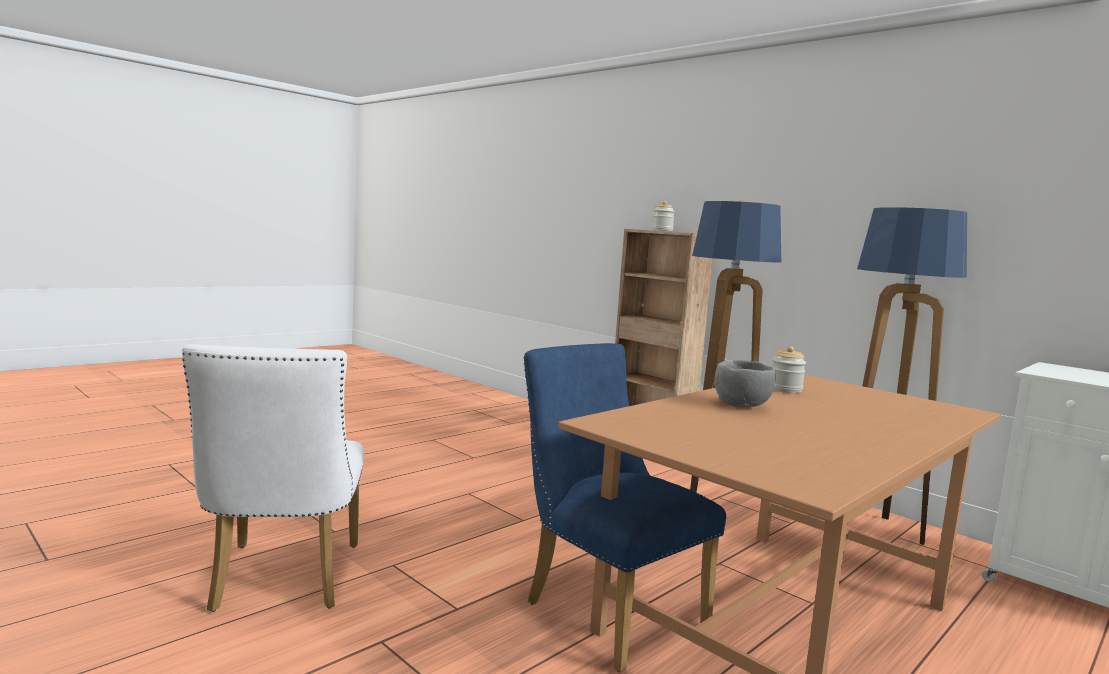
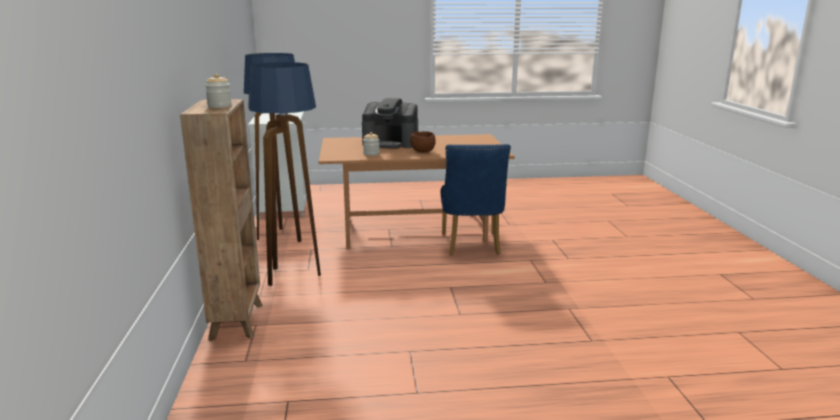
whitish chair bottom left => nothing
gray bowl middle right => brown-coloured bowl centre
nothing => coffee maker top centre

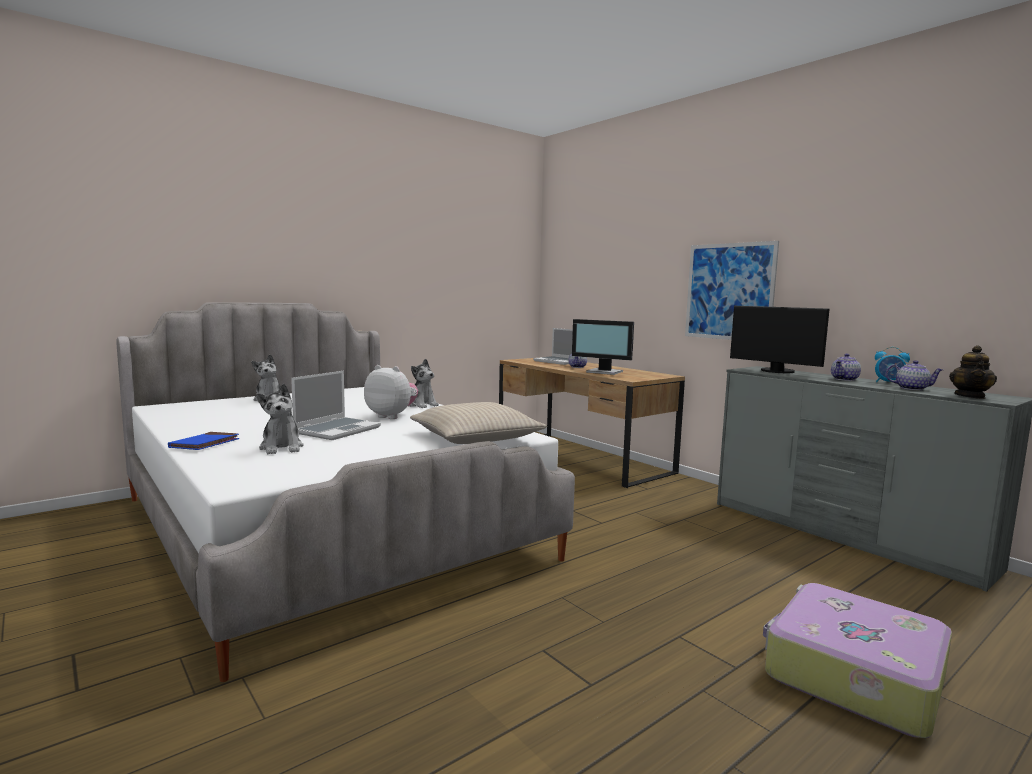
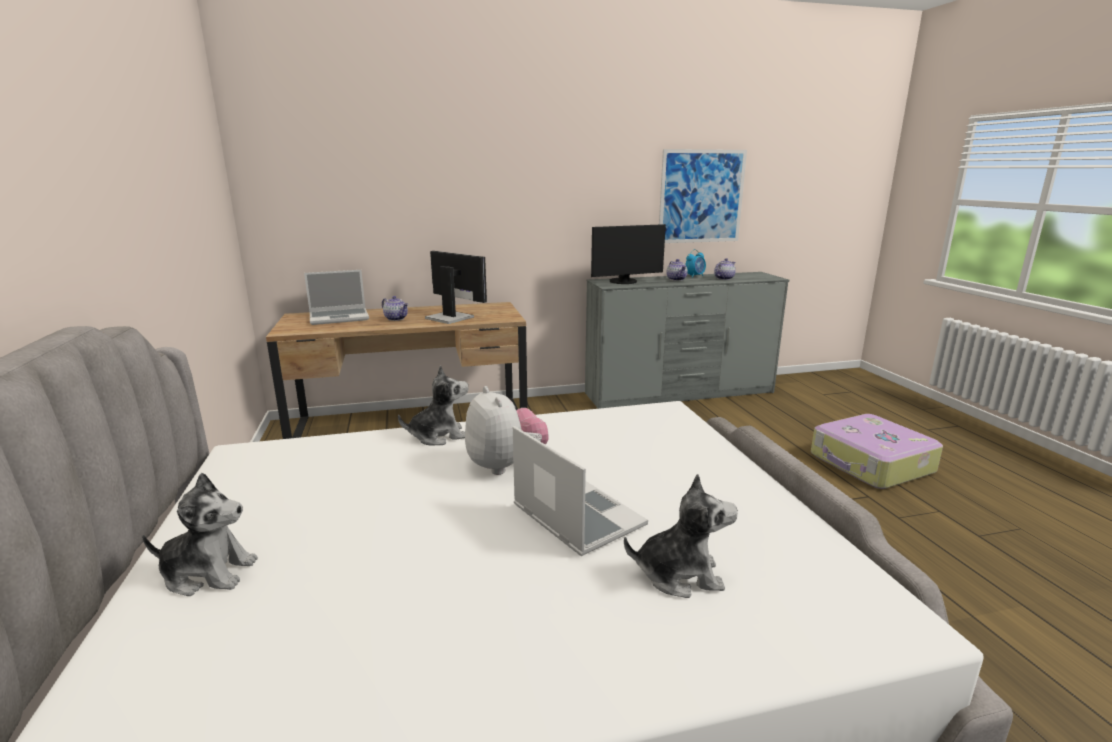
picture middle right => picture top centre, moved
monitor (1st from left) centre, 105 degrees counterclockwise
tea pot (4th from left) middle right => nothing
soft toy (3rd from left) centre, 105 degrees clockwise
sand-coloured throw pillow centre => nothing
blue bound book middle left => nothing

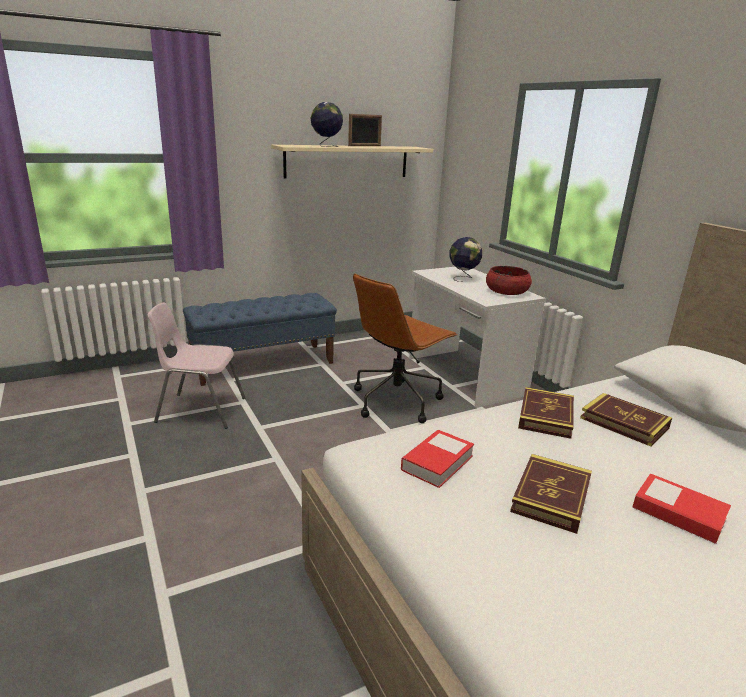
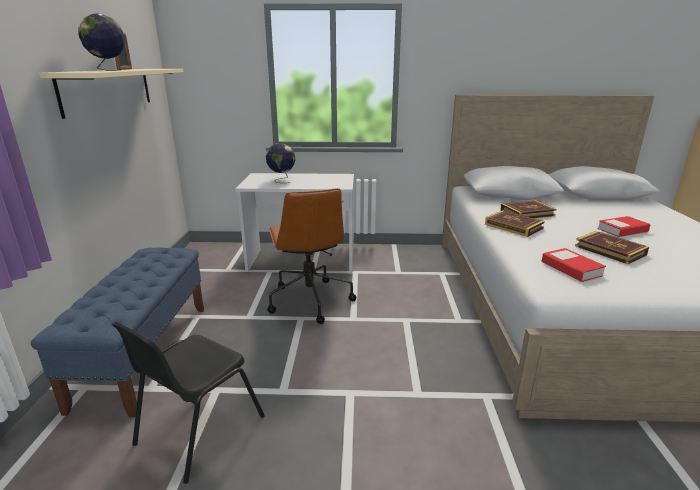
reddish bowl middle right => nothing
pink-coloured chair middle left => black chair bottom left

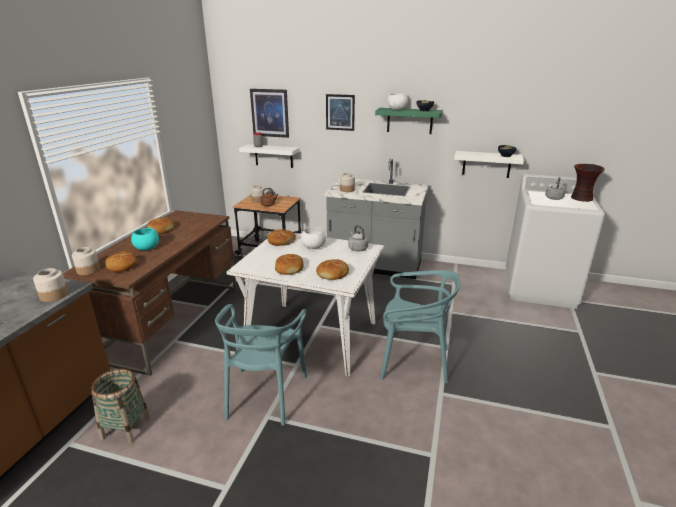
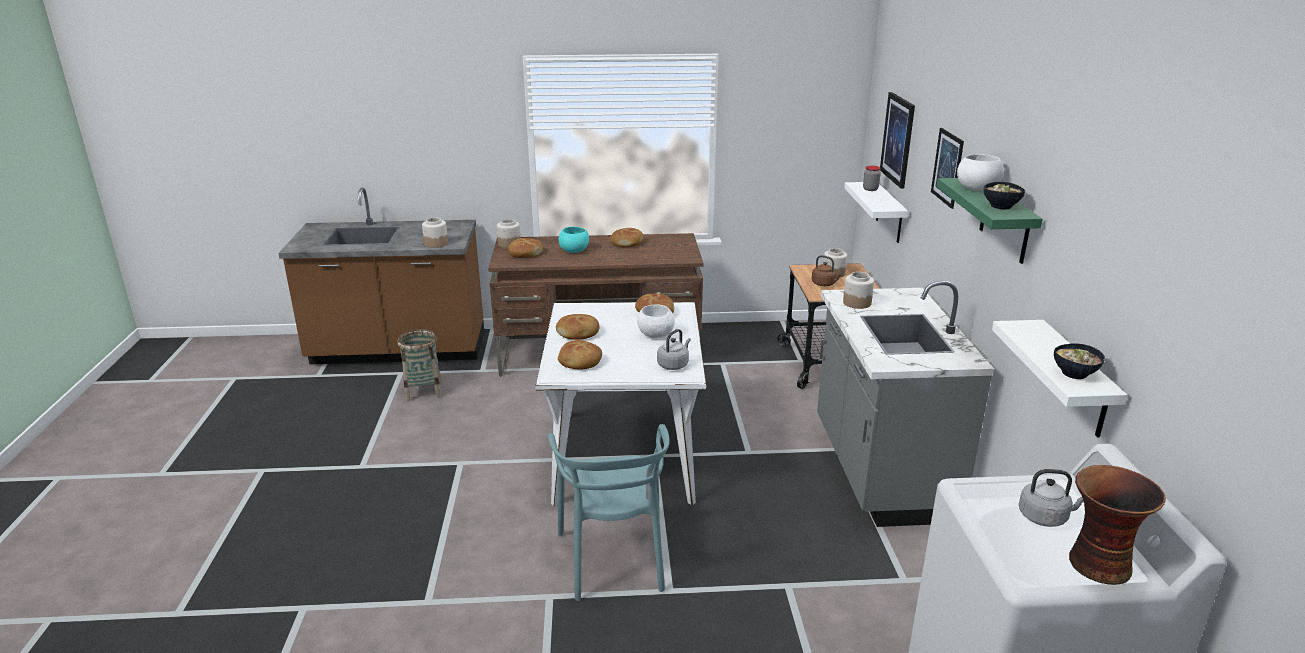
turquoise-coloured chair (1st from left) bottom centre => nothing

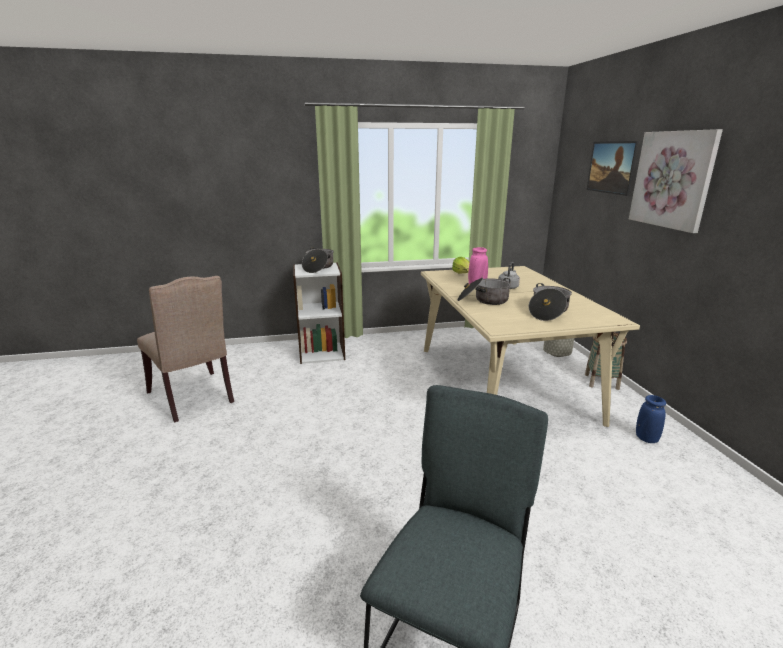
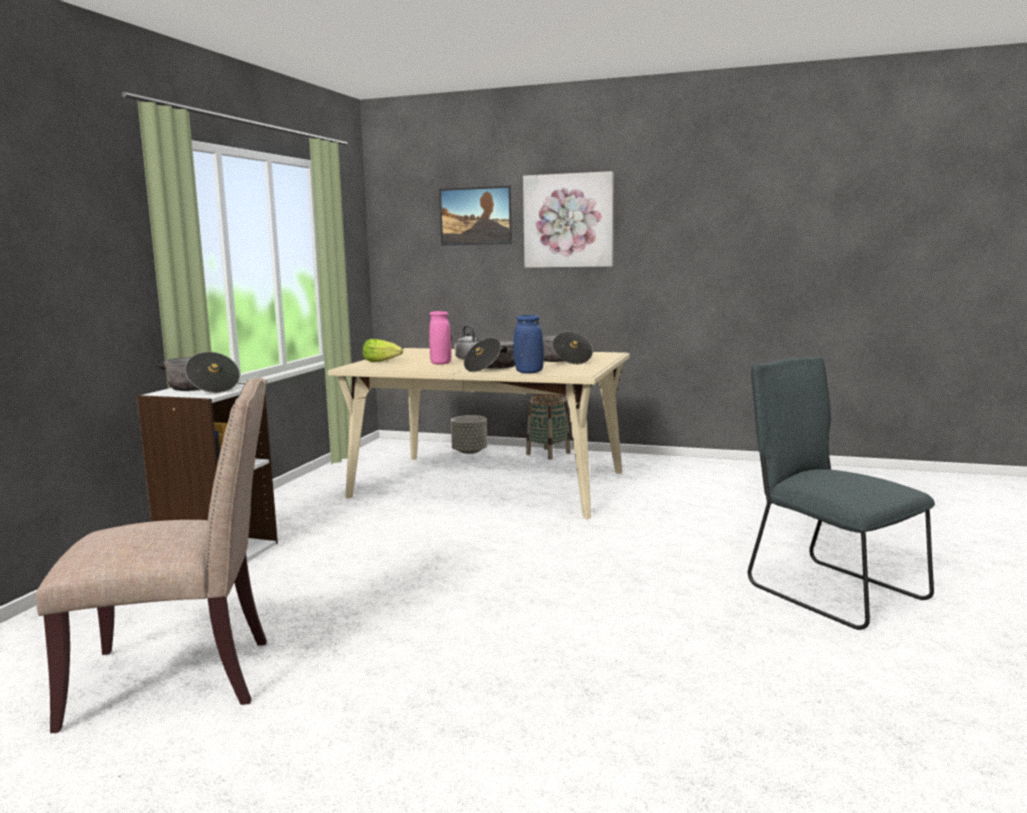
blue decorative vase middle right => blue decorative vase centre, moved

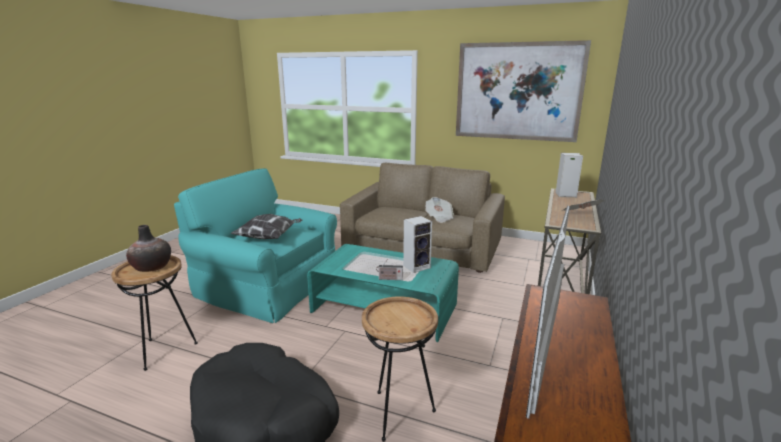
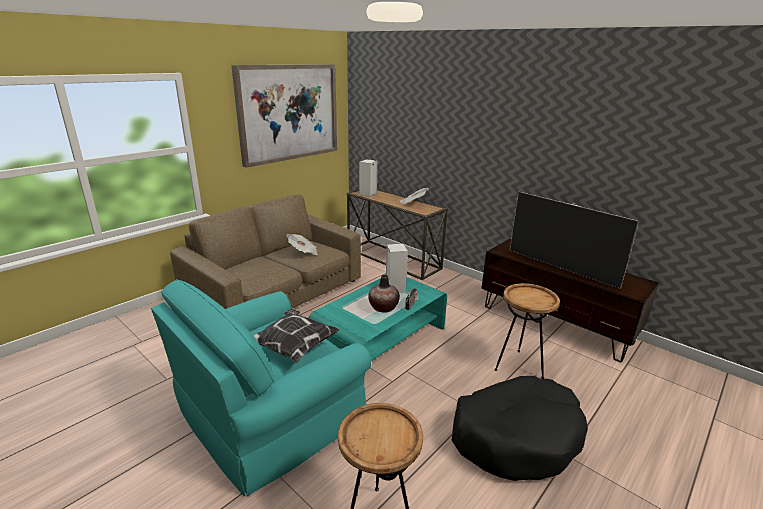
decorative vase middle left => decorative vase centre, moved

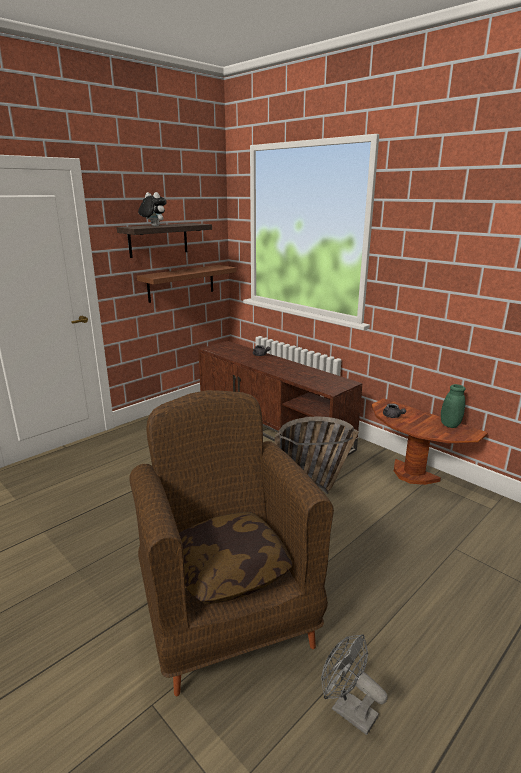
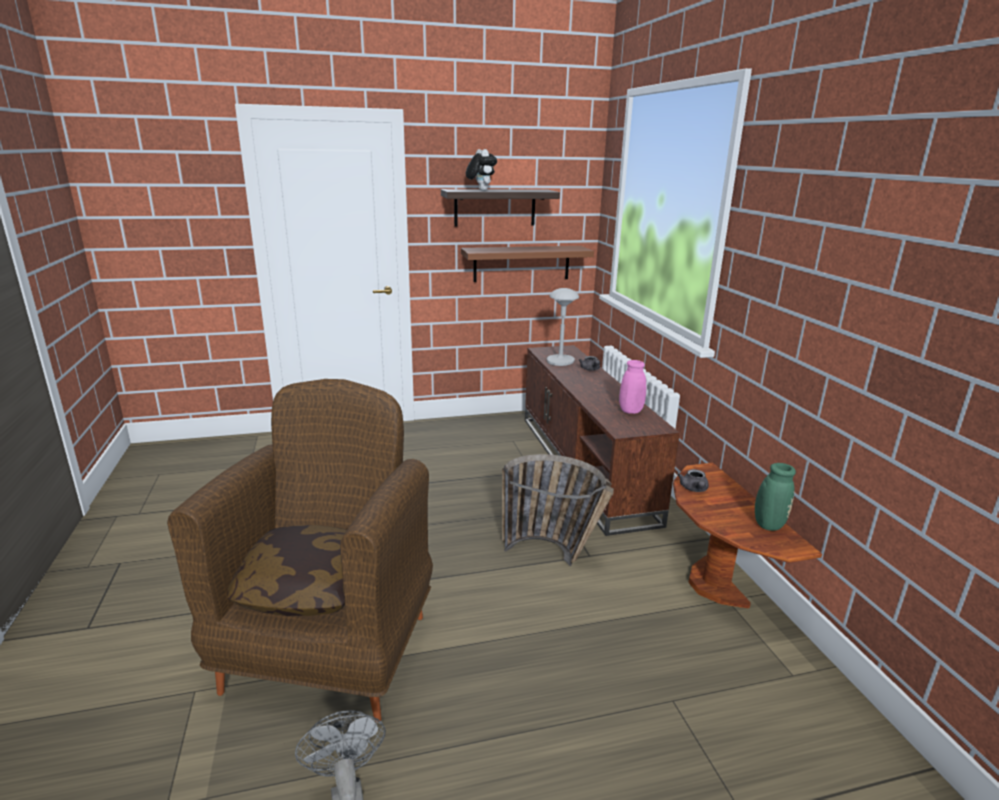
nothing => gray lamp for a table centre
nothing => pink-coloured decorative vase centre

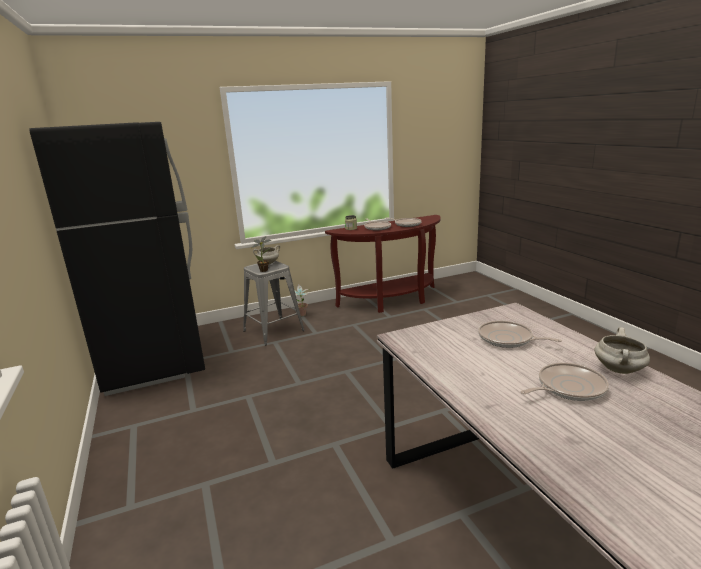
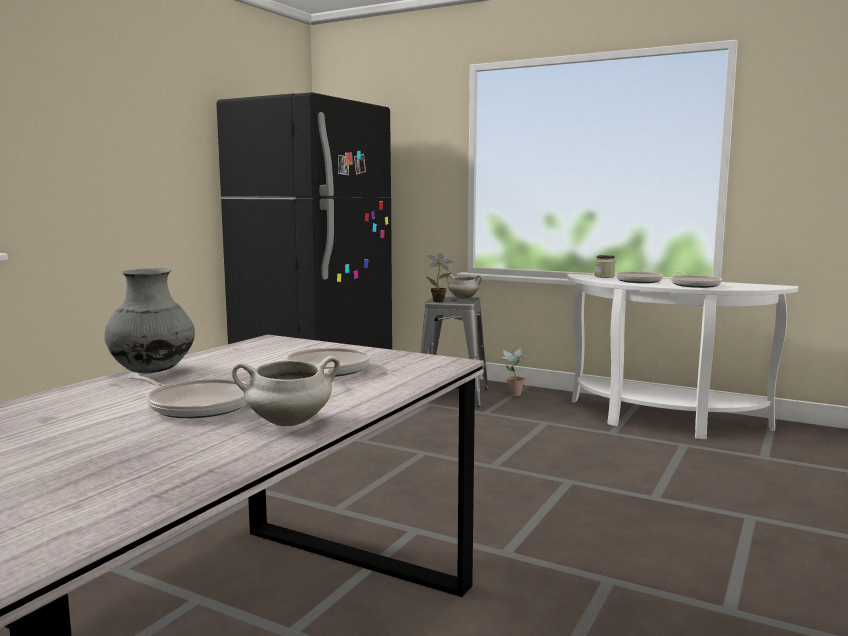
brown-coloured hall table centre => whitish hall table middle right
nothing => gray decorative vase middle left

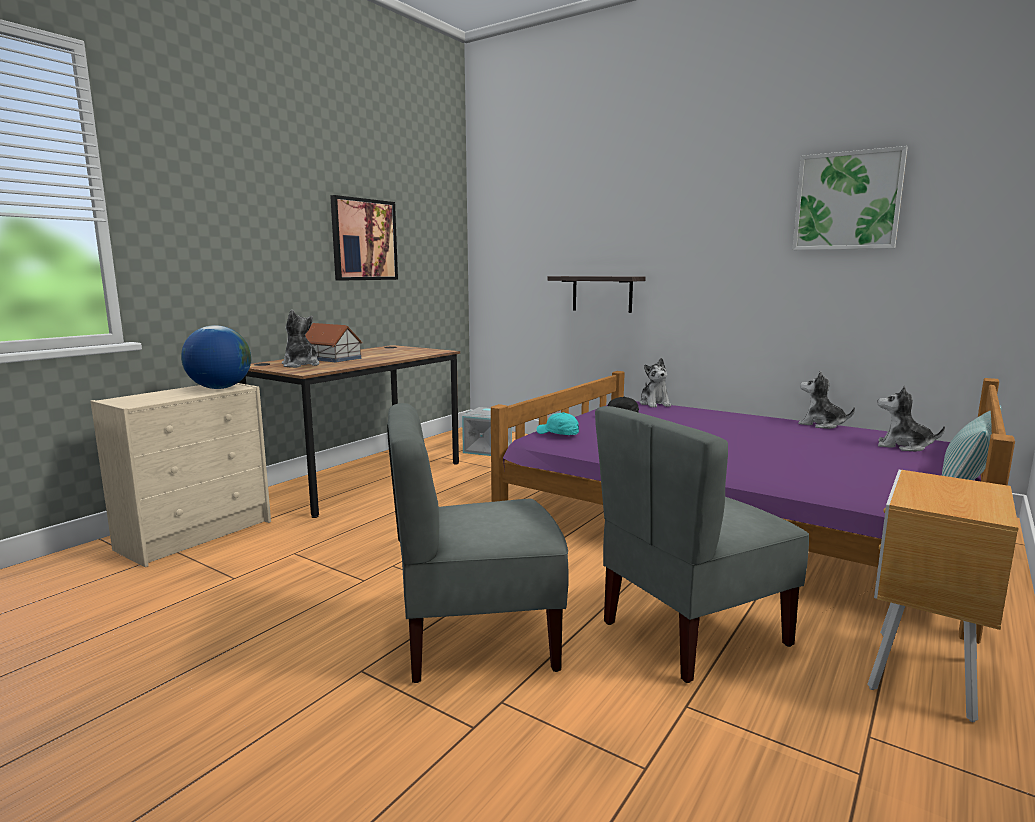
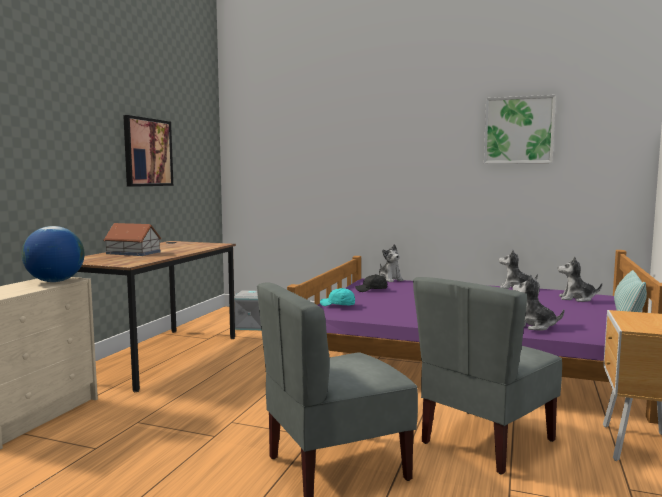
shelf centre => nothing
soft toy (1st from left in the first image) middle left => soft toy (3rd from left) middle right, moved

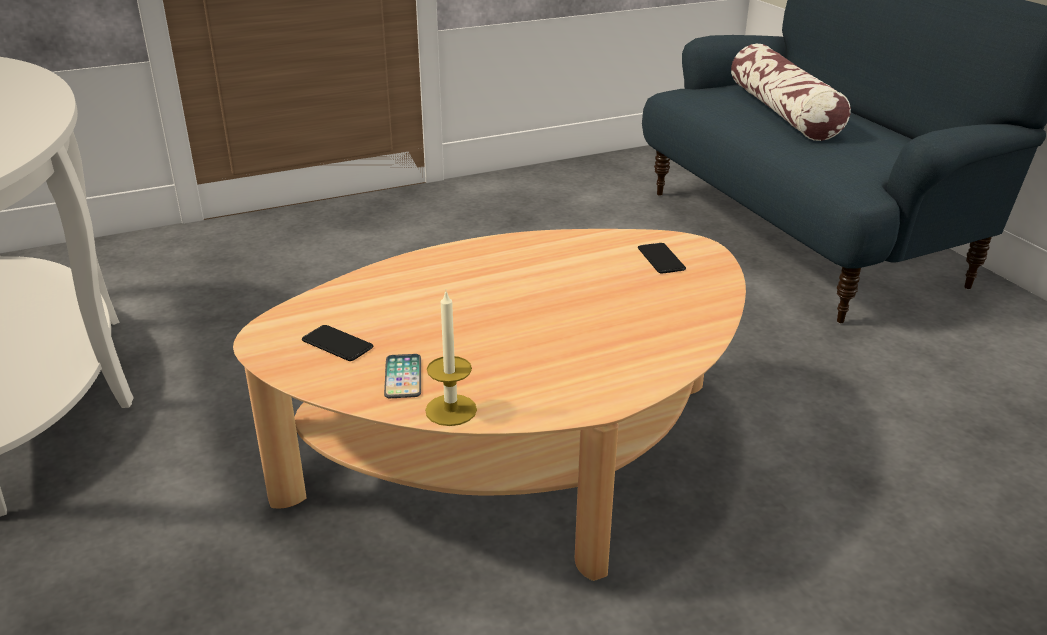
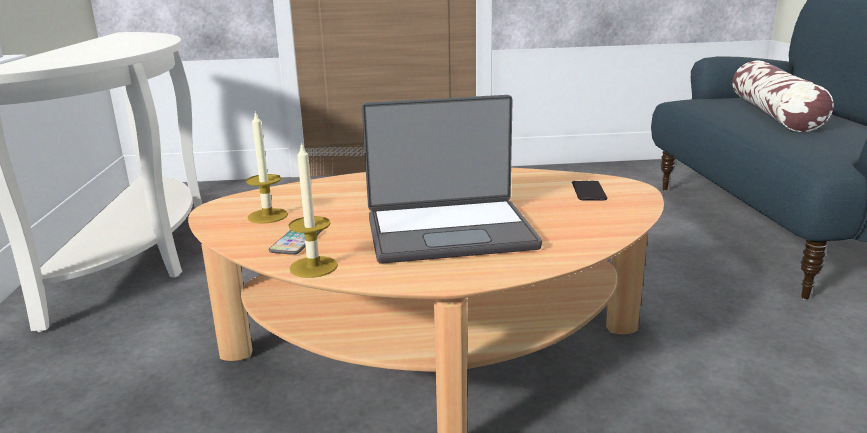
handset (1st from left) middle left => wax light (1st from left) middle left
nothing => laptop centre

